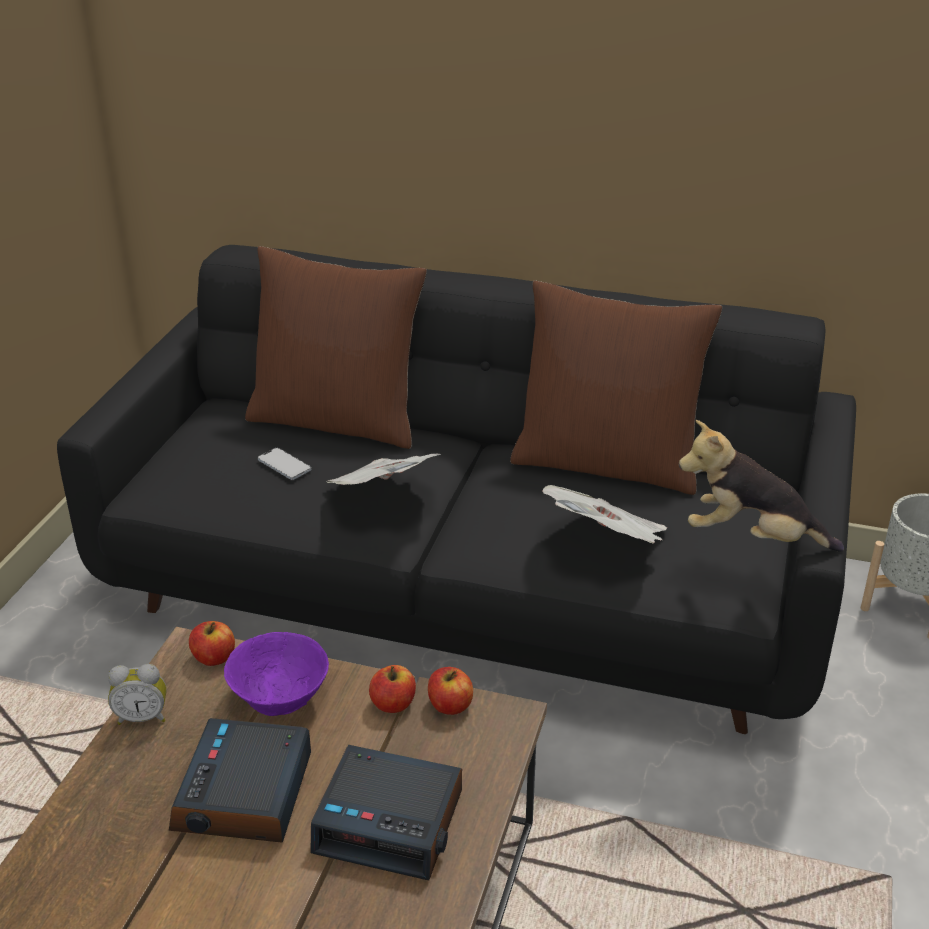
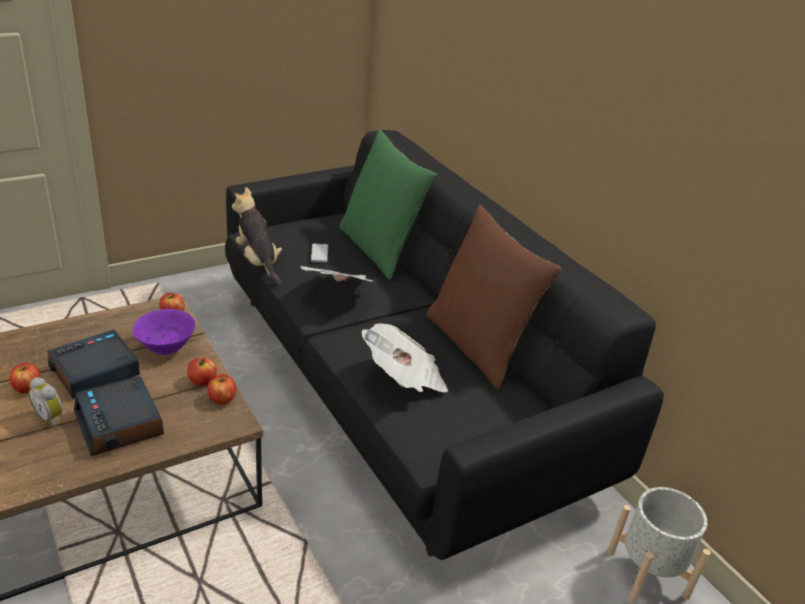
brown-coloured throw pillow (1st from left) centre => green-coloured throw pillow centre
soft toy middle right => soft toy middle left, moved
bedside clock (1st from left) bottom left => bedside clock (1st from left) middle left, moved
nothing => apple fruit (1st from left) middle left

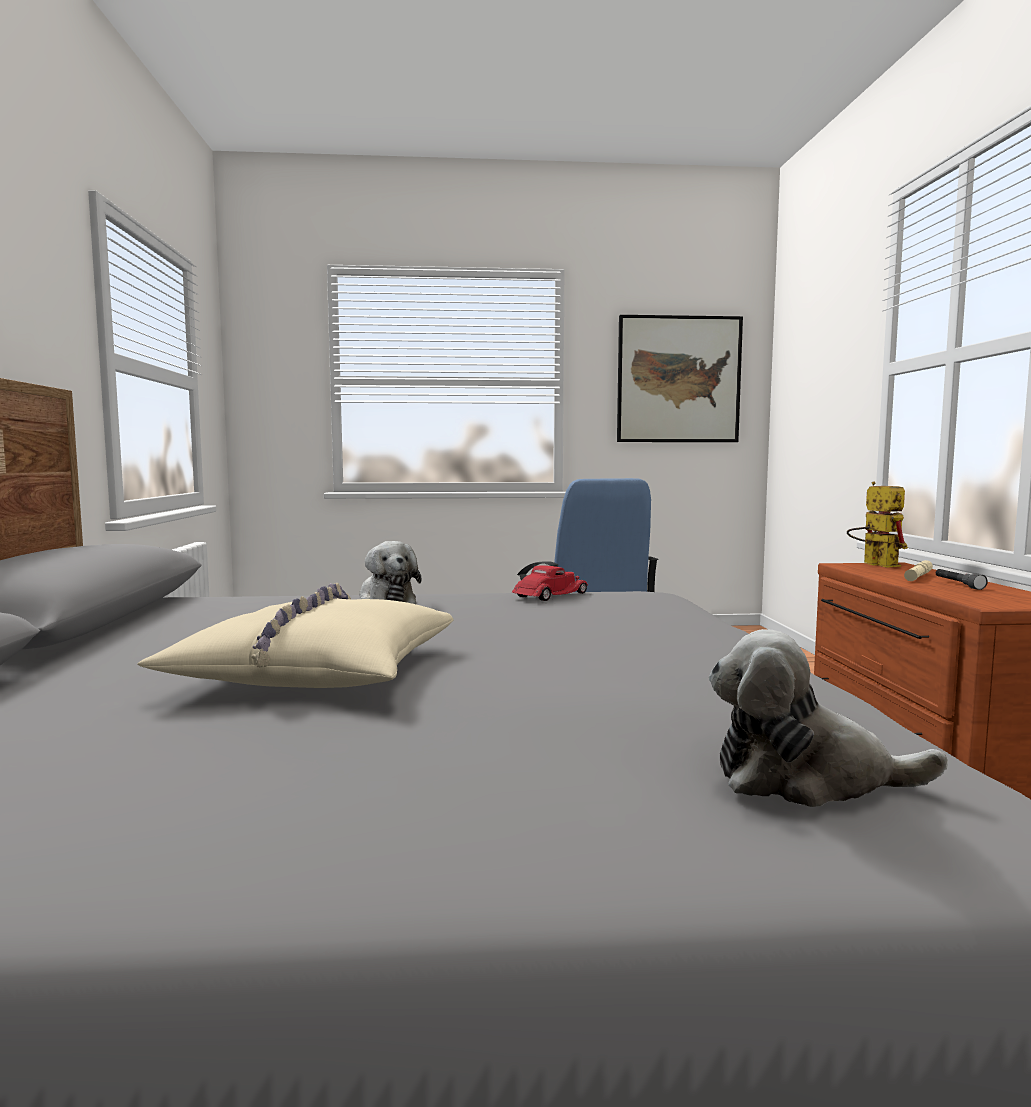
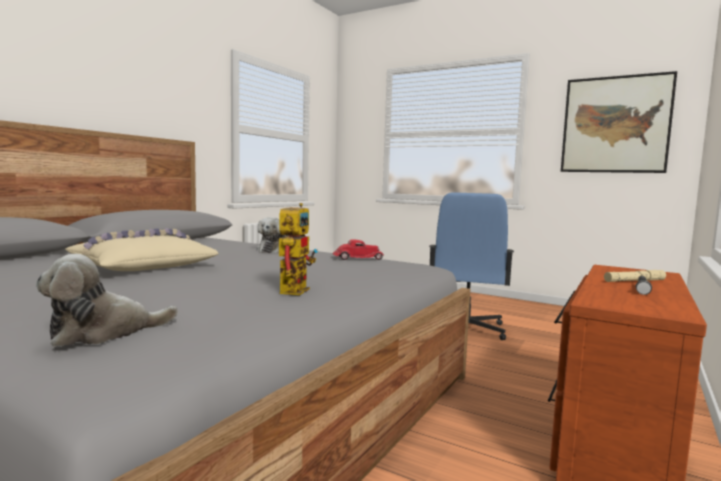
model robot middle right => model robot centre, moved
soft toy (2nd from left in the first image) middle right => soft toy (1st from left) middle left, 75 degrees counterclockwise

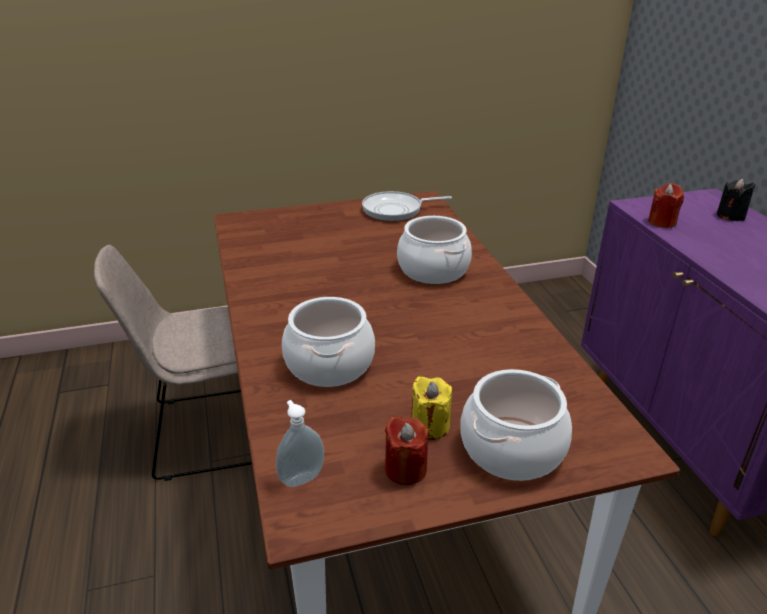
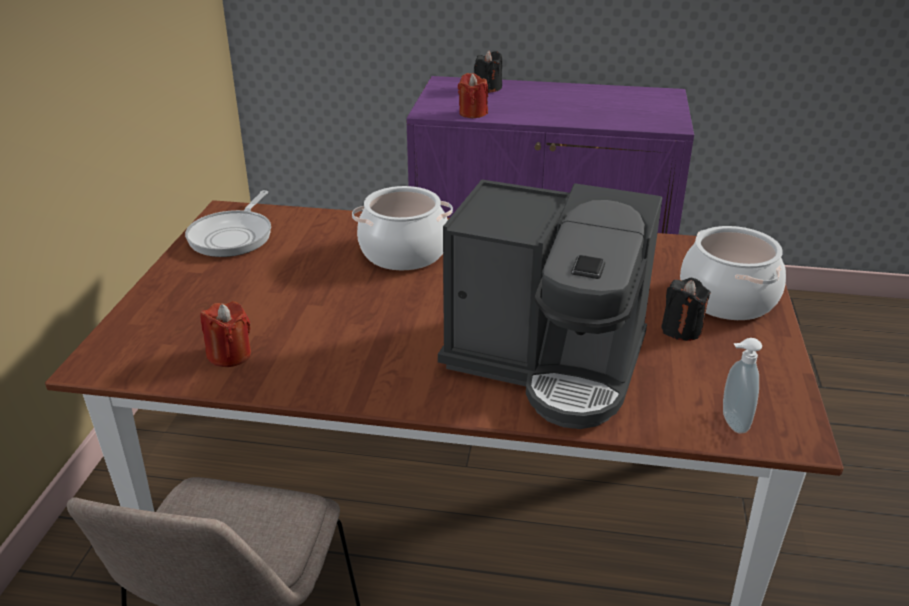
saucepot (1st from left) centre => coffee maker centre
yellowish wax light centre => black wax light (2nd from left) middle right
reddish wax light (1st from left) bottom centre => reddish wax light (1st from left) middle left, moved

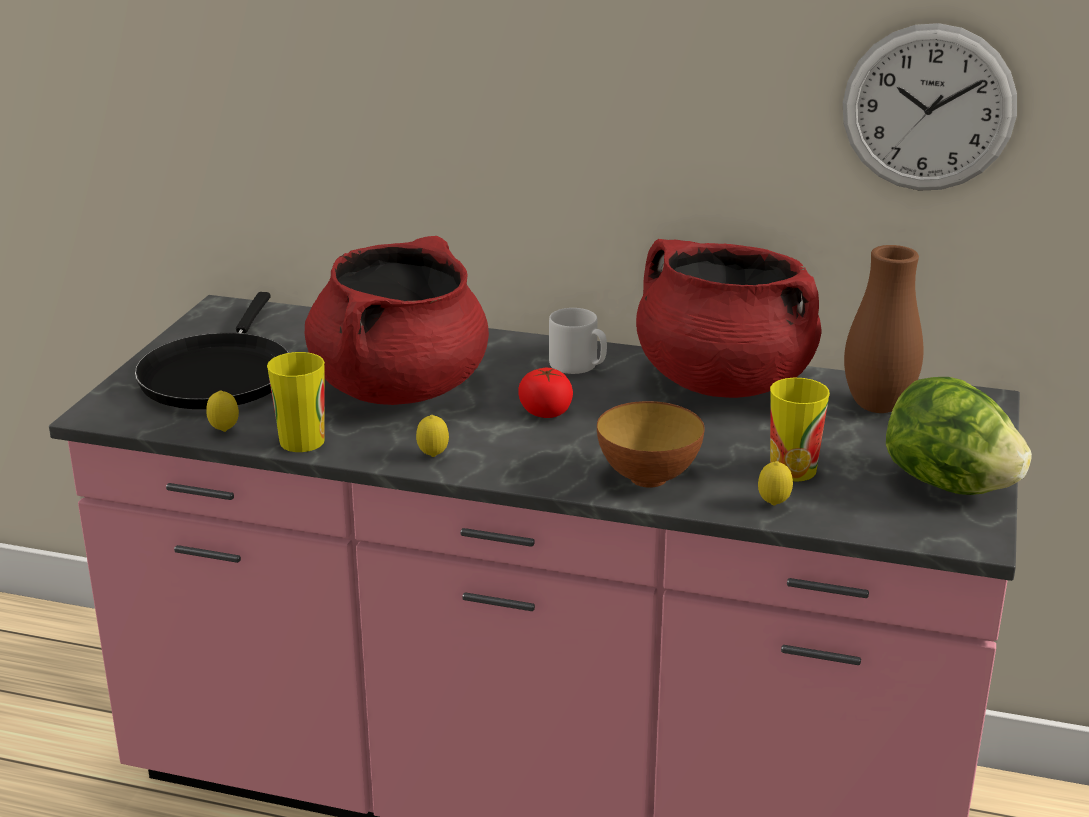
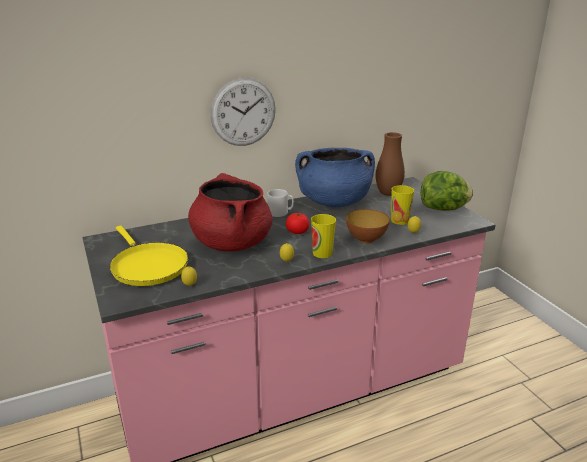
clock on the wall top right => clock on the wall top centre, moved
reddish saucepot (2nd from left) middle right => blue saucepot centre
black pan middle left => yellowish pan middle left
small cup (1st from left) middle left => small cup (1st from left) centre, moved

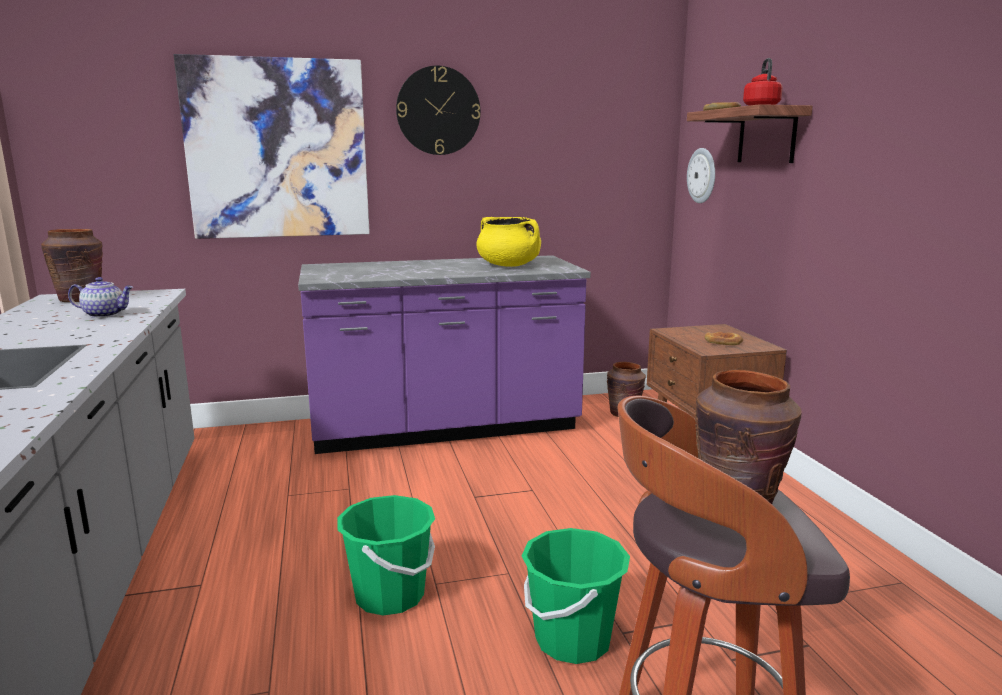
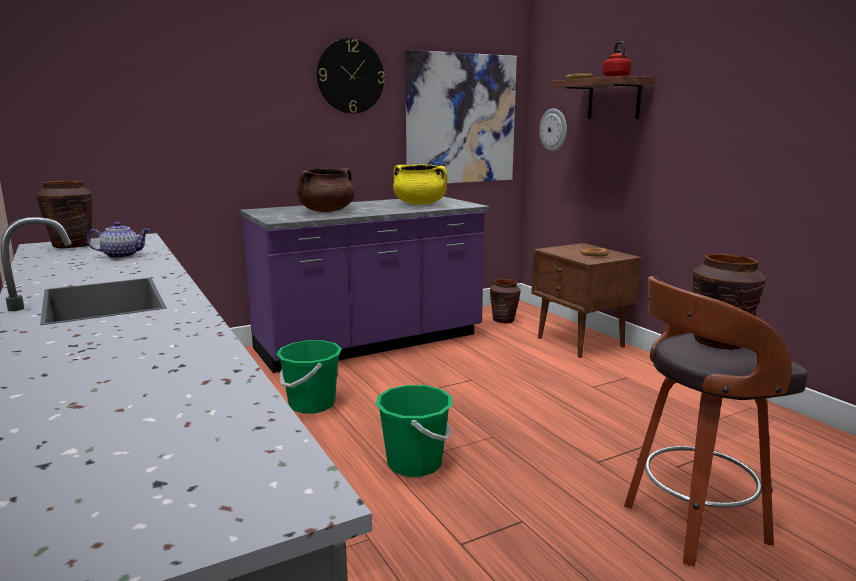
picture top left => picture top centre, moved
green-coloured pail (2nd from left in the first image) bottom centre => green-coloured pail (1st from left) centre, moved
nothing => brown-coloured saucepot top centre

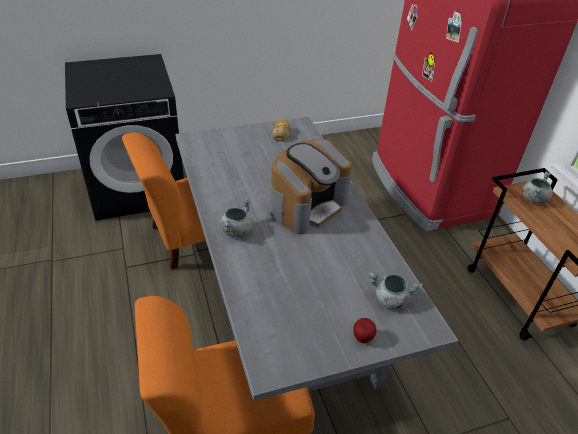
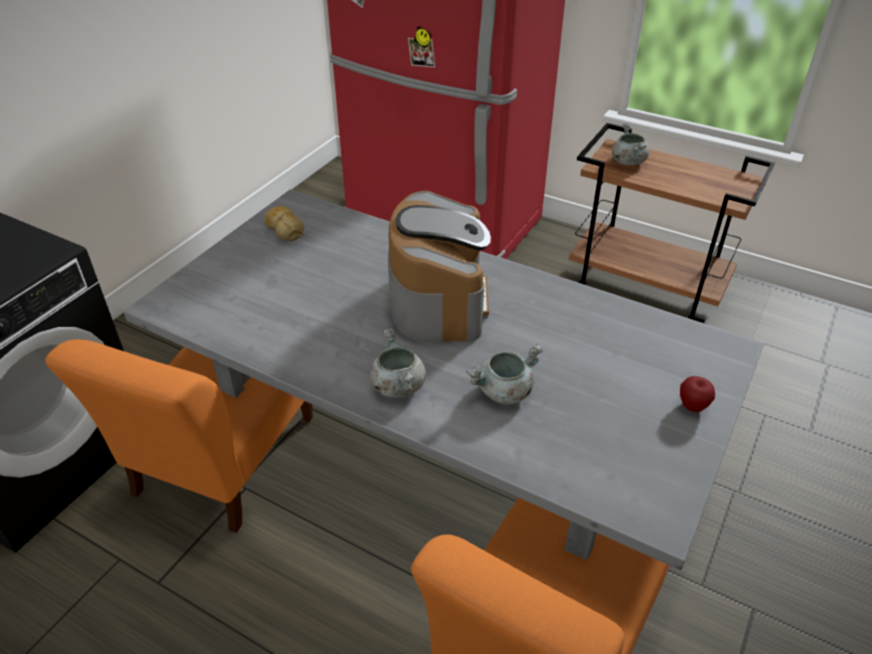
gray saucepot (2nd from left) bottom right => gray saucepot (2nd from left) centre, moved

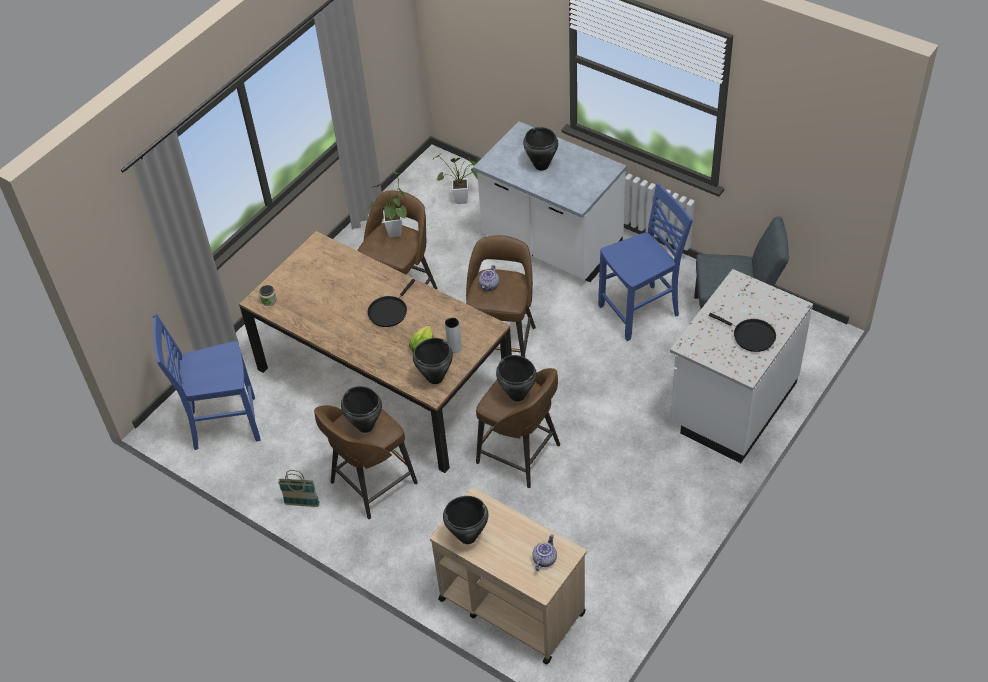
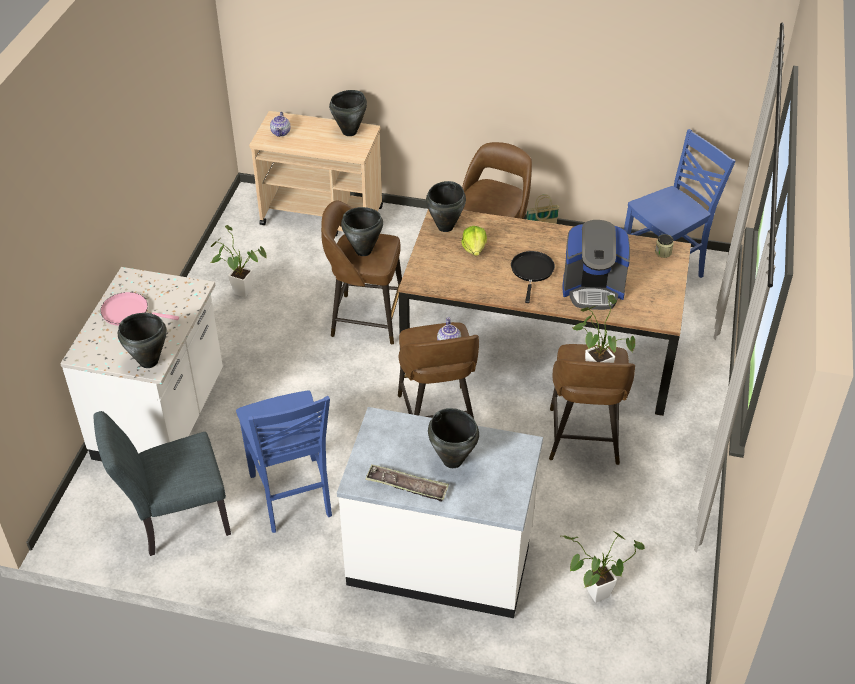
blue chair (2nd from left in the first image) centre => blue chair (1st from left) bottom left, 60 degrees counterclockwise
black pan (2nd from left) middle right => pink-coloured pan middle left
whitish decorative vase centre => nothing
black saucepot (1st from left) centre => black saucepot (1st from left) middle left, moved
nothing => coffee maker middle right
nothing => houseplant (1st from left) middle left
nothing => carrying tray bottom centre

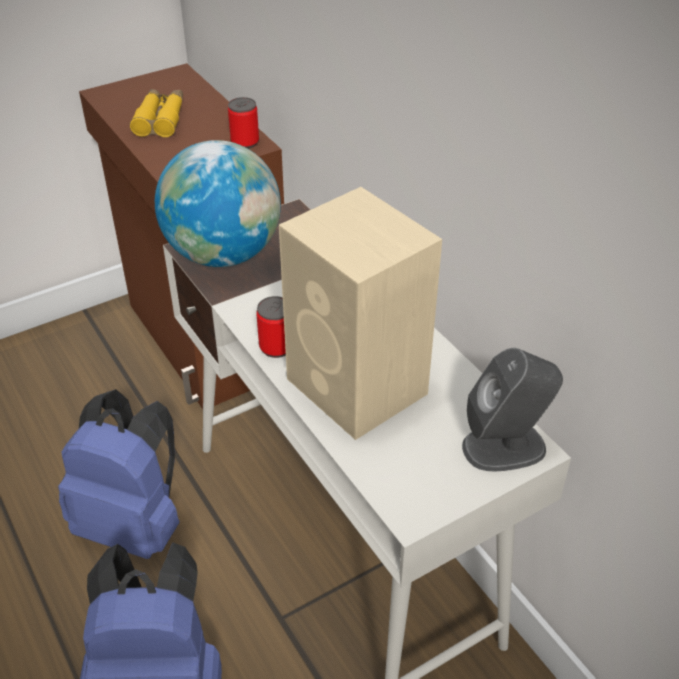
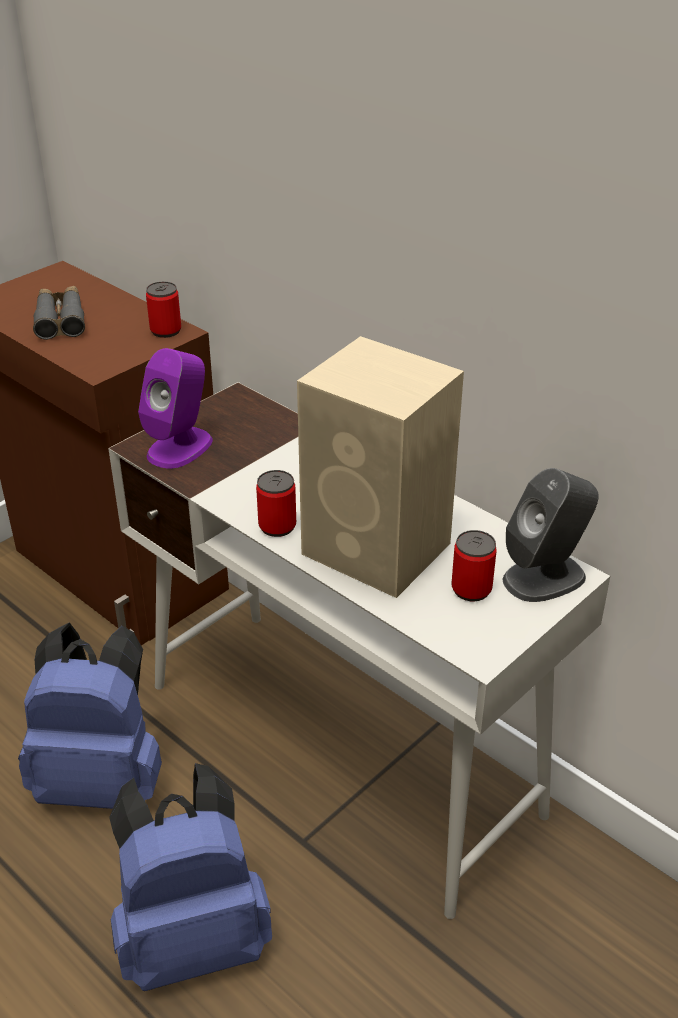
yellowish binoculars top left => gray binoculars top left
globe top left => purple speaker middle left
nothing => metal can (3rd from left) middle right

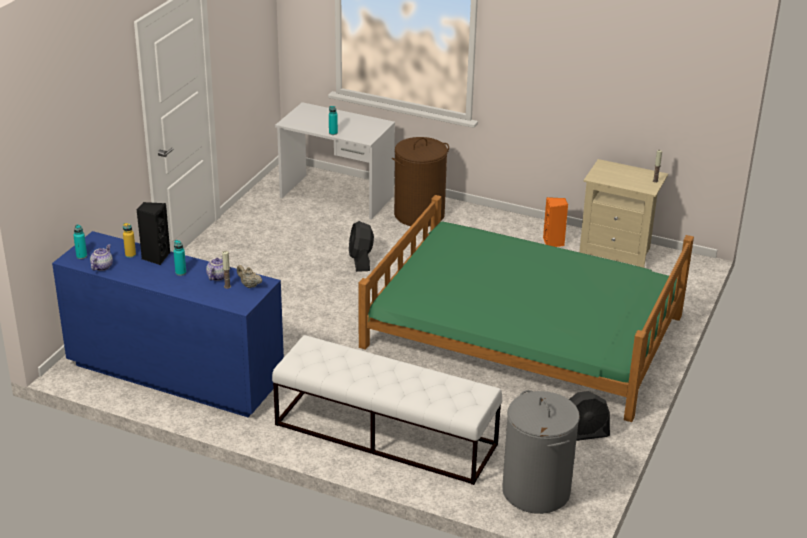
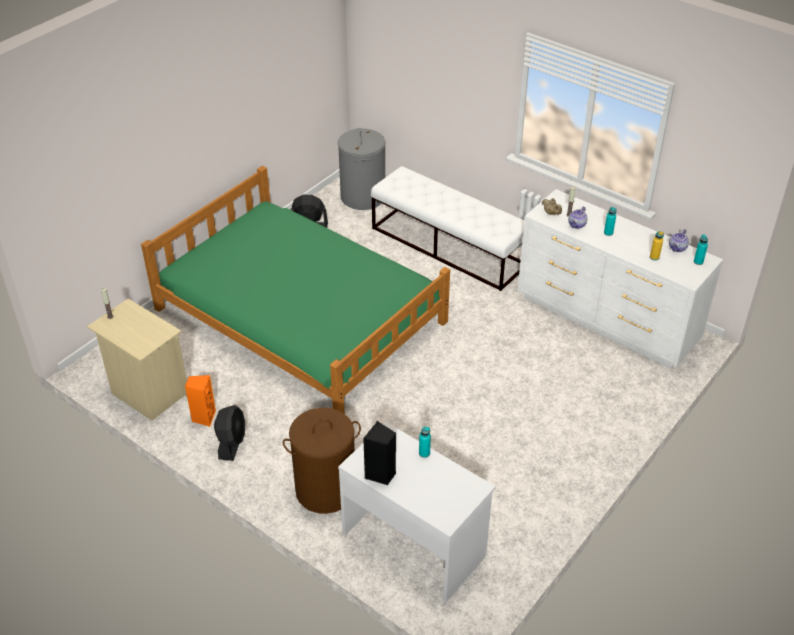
black speaker middle left => black speaker bottom centre, moved
black fan (1st from left) centre => black fan (1st from left) bottom left, moved
blue drawer chest middle left => whitish drawer chest middle right

